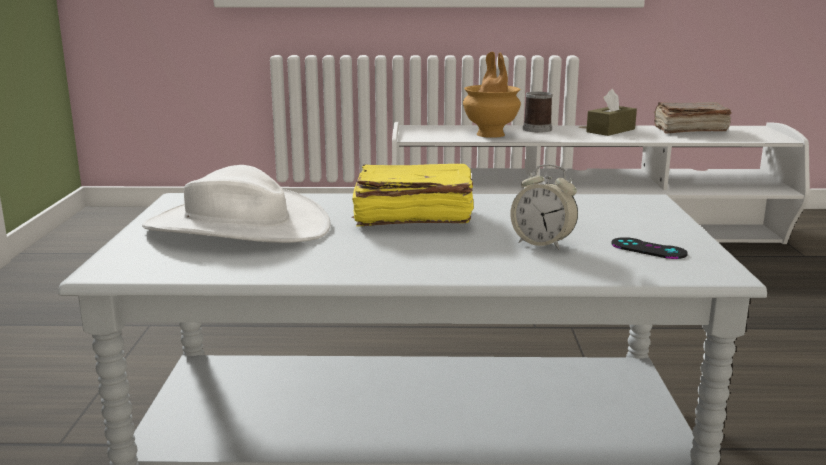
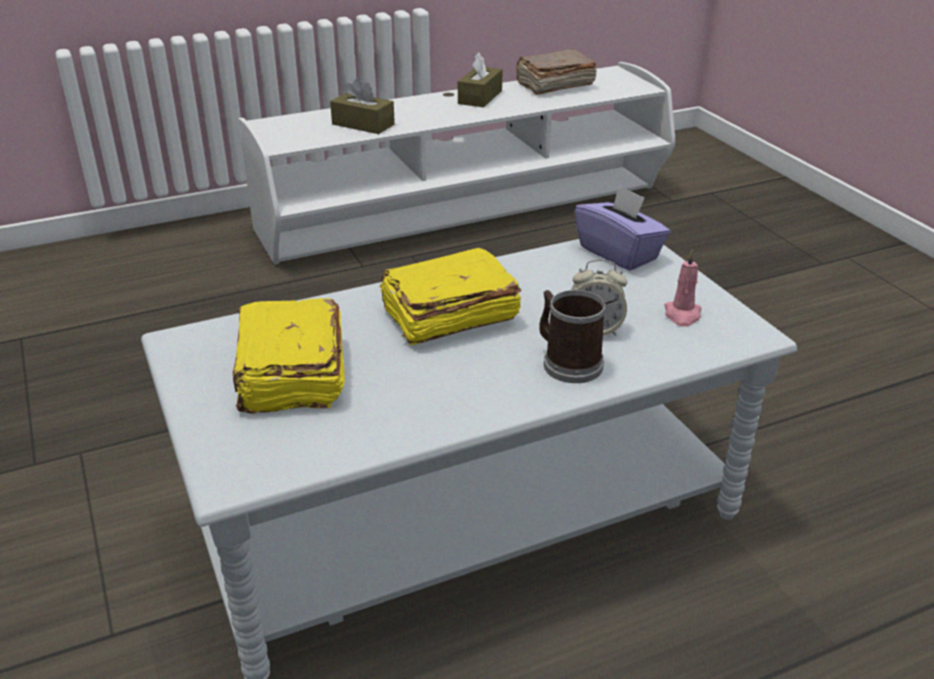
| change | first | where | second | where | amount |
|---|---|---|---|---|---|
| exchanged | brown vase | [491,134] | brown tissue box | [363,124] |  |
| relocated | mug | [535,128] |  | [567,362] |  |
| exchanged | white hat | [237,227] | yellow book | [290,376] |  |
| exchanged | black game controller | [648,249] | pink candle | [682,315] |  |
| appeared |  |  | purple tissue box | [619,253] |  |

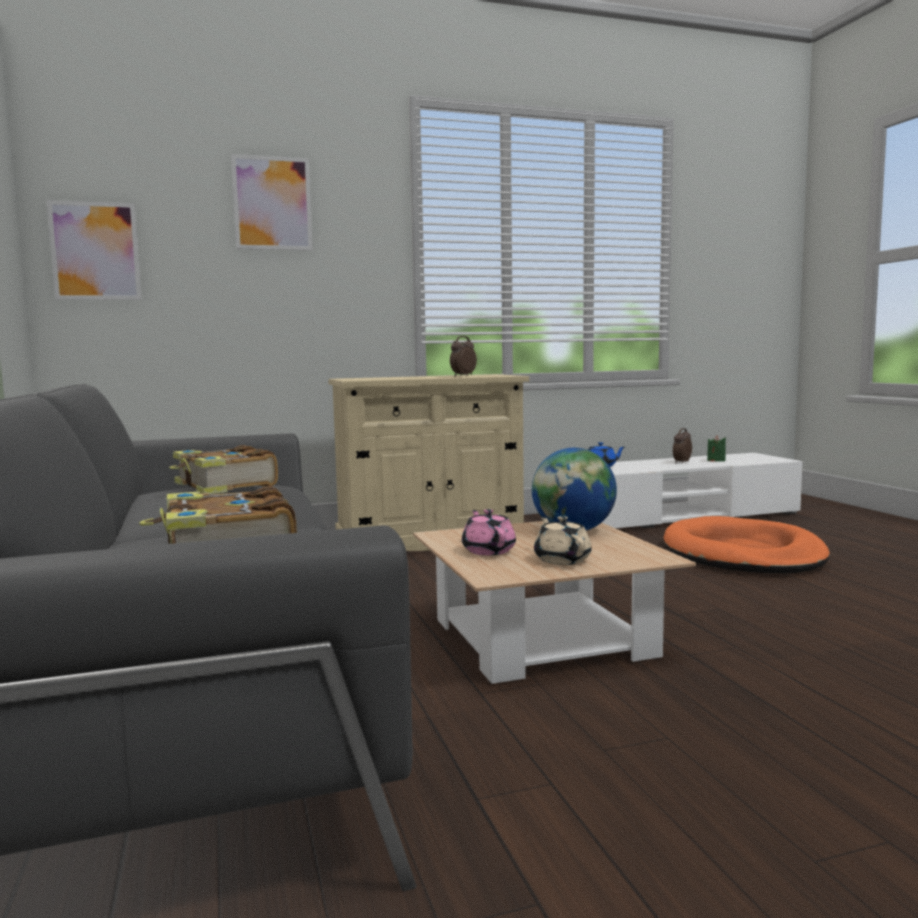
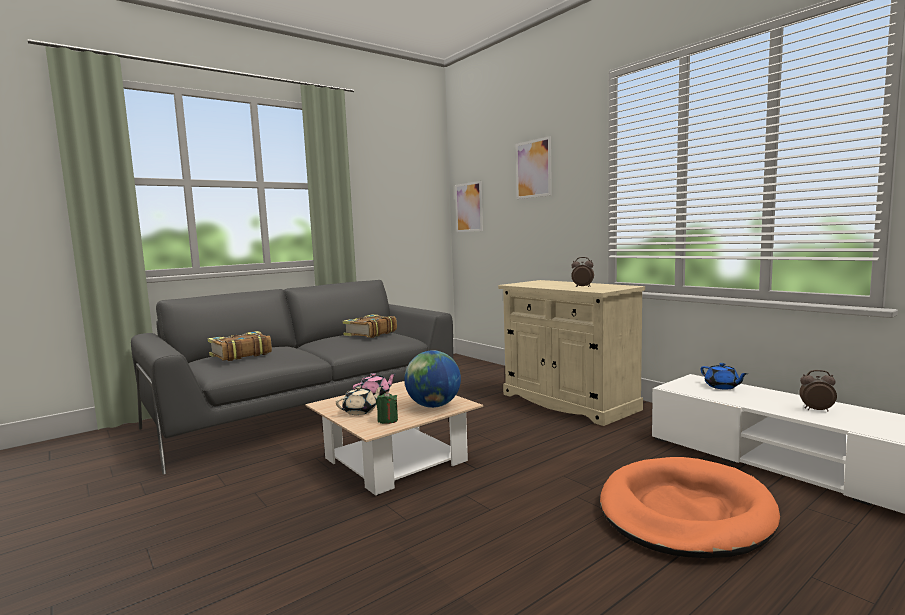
| change | first | where | second | where | amount |
|---|---|---|---|---|---|
| relocated | green candle | [716,460] |  | [387,420] |  |

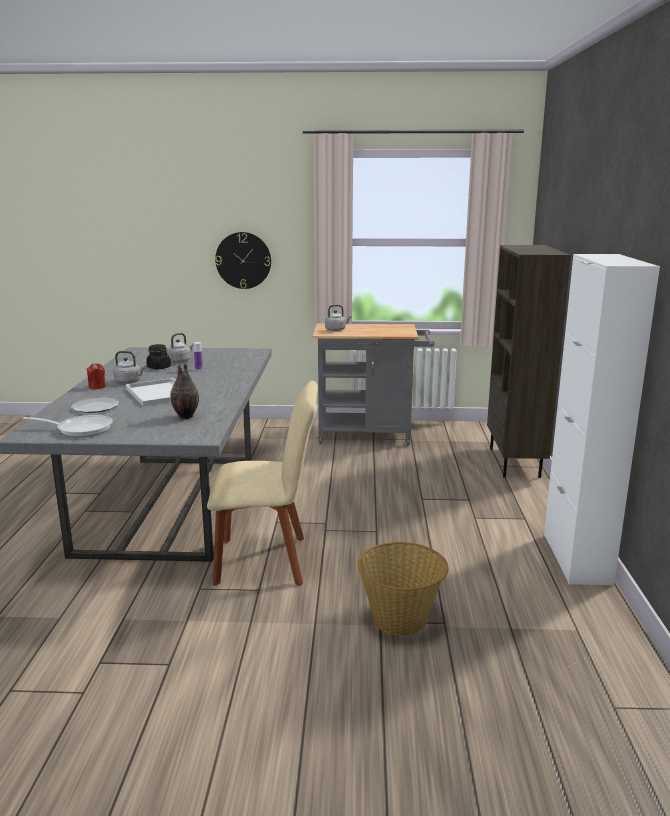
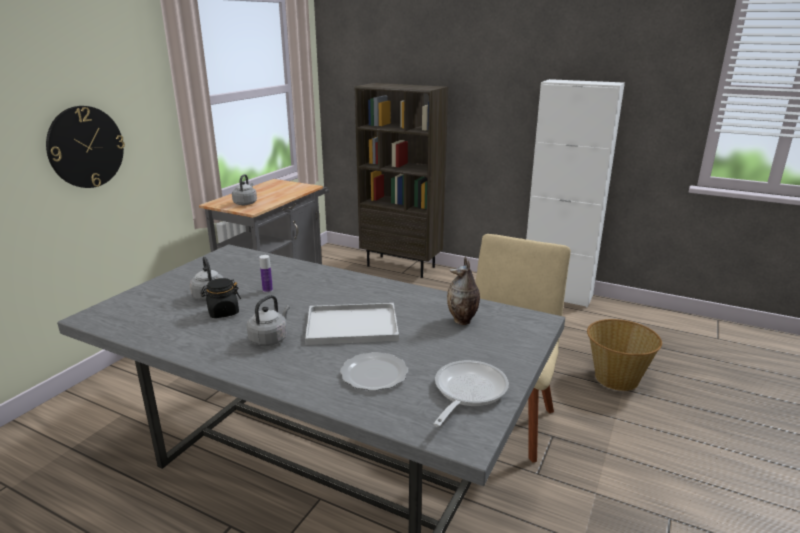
| change | first | where | second | where | amount |
|---|---|---|---|---|---|
| missing | red candle | [97,387] |  |  |  |

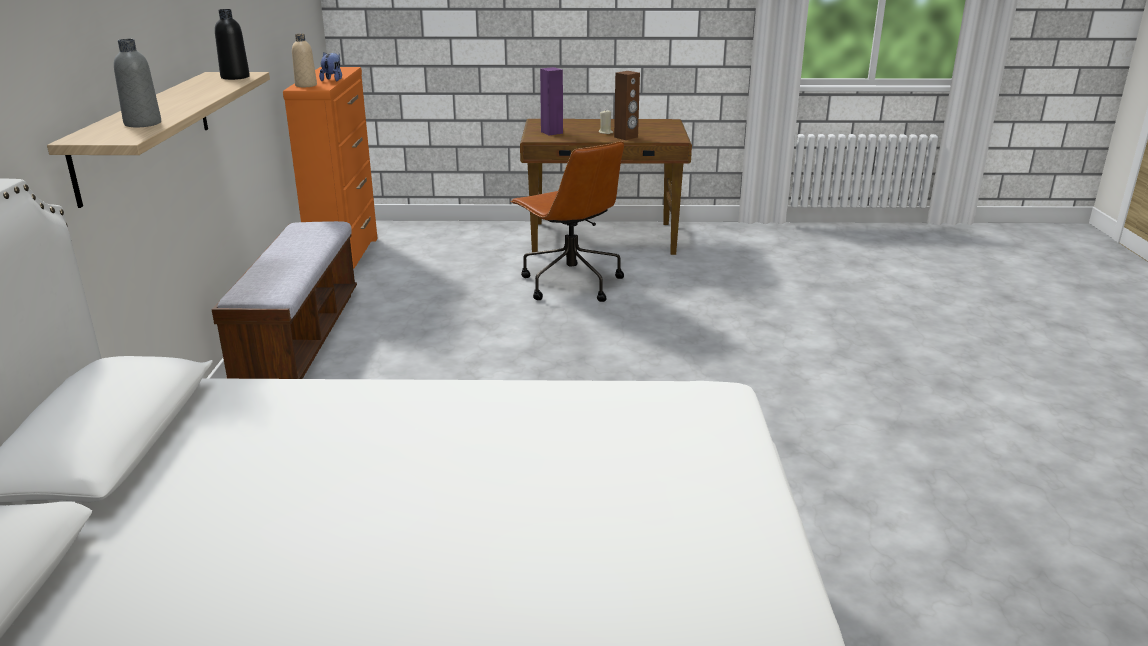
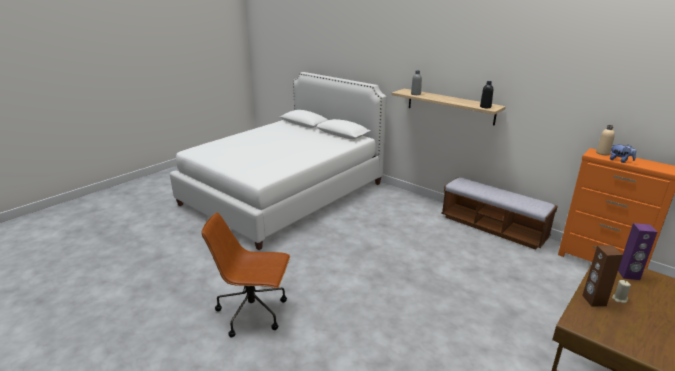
| change | first | where | second | where | amount |
|---|---|---|---|---|---|
| relocated | brown office chair | [570,283] |  | [253,312] |  |

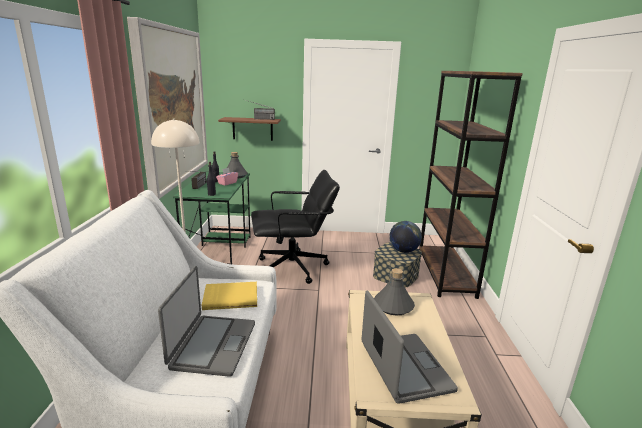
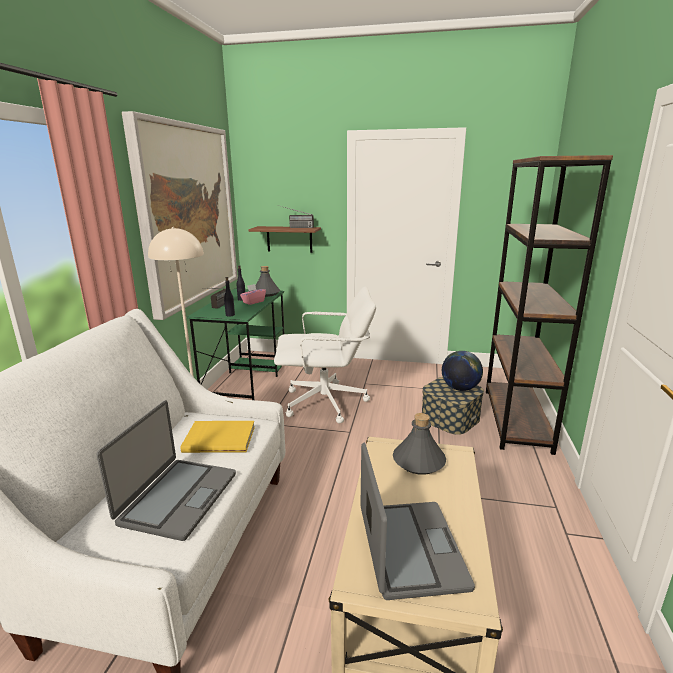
| change | first | where | second | where | amount |
|---|---|---|---|---|---|
| colour | black office chair | [293,268] | white office chair | [326,403] |  |

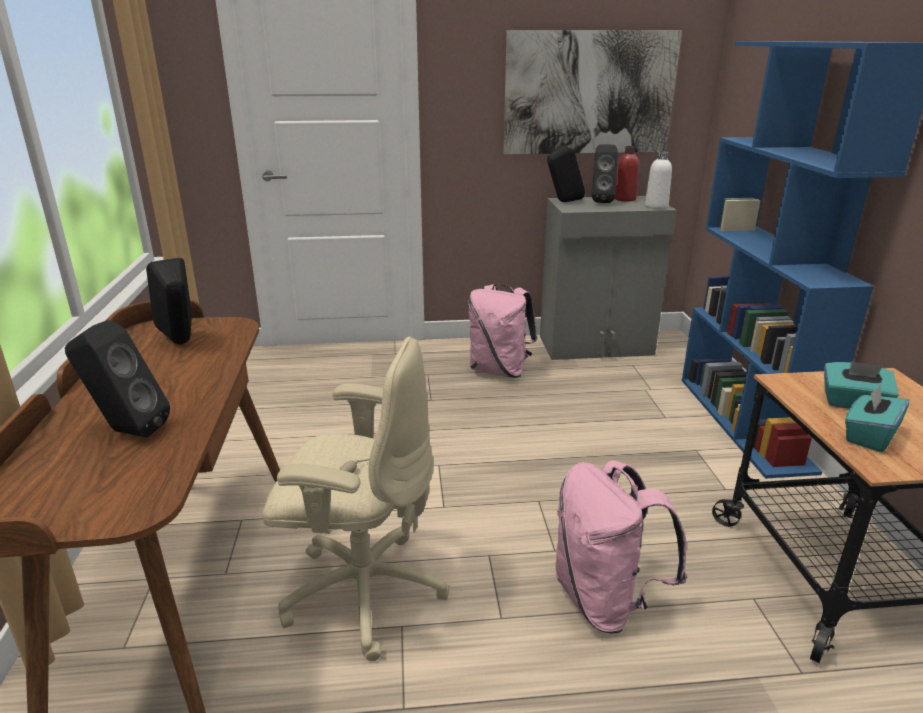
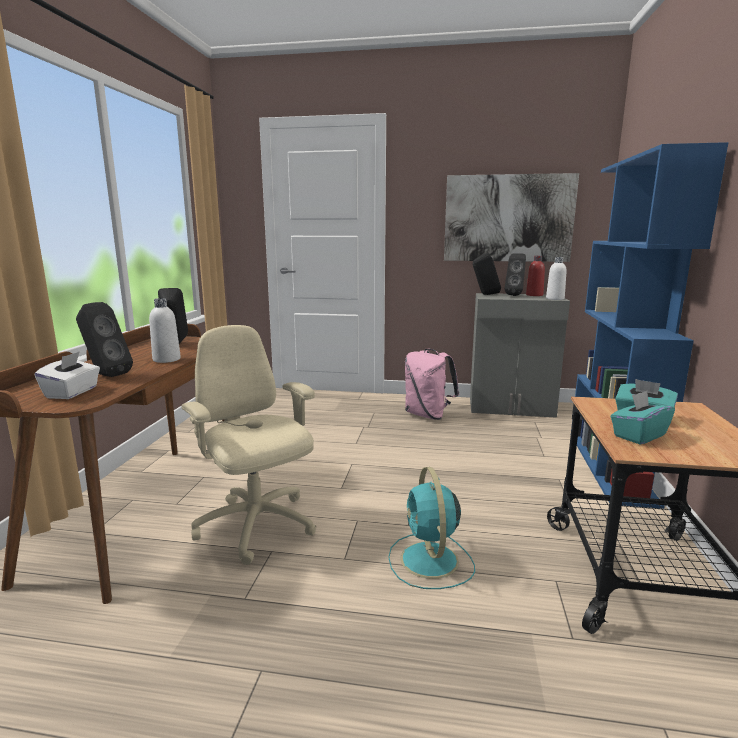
| change | first | where | second | where | amount |
|---|---|---|---|---|---|
| spun | beige office chair | [362,591] |  | [257,527] | 150 degrees counterclockwise |
| exchanged | pink backpack | [605,601] | turquoise fan | [430,561] |  |
| appeared |  |  | white bottle | [166,359] |  |
| appeared |  |  | white tissue box | [72,392] |  |

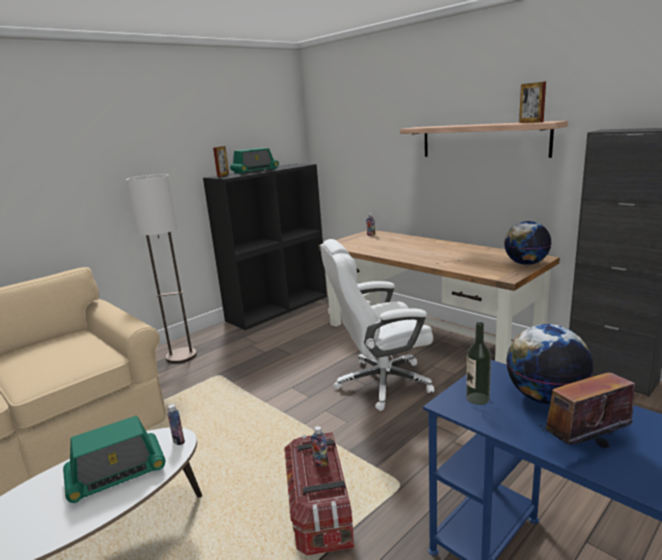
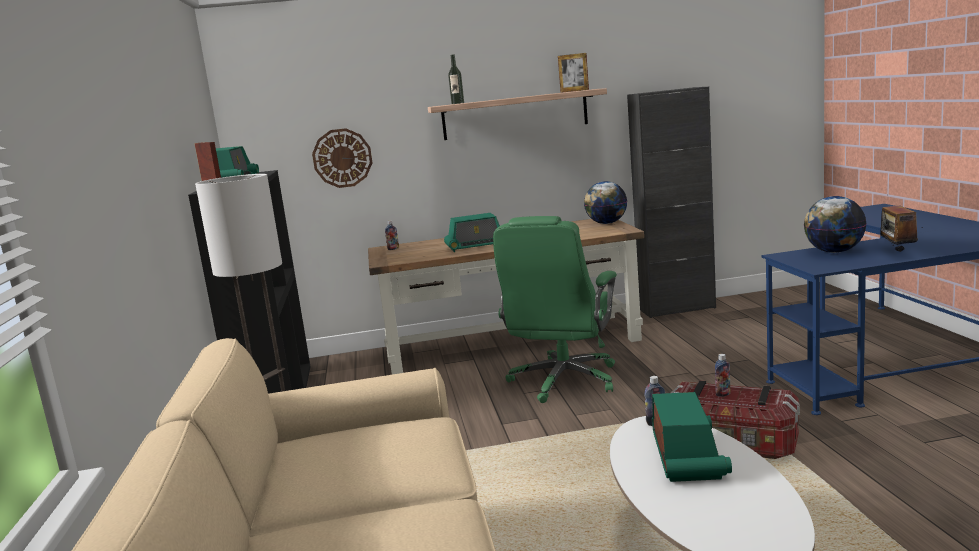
| change | first | where | second | where | amount |
|---|---|---|---|---|---|
| colour | white office chair | [381,383] | green office chair | [563,381] |  |
| relocated | bottle | [477,398] |  | [457,103] |  |
| appeared |  |  | wall clock | [342,158] |  |
| appeared |  |  | radio | [476,246] |  |

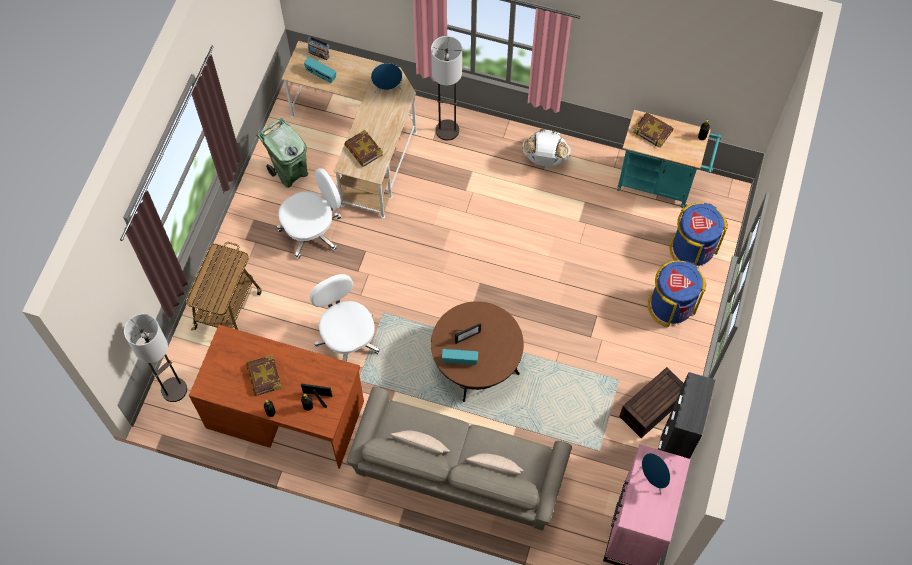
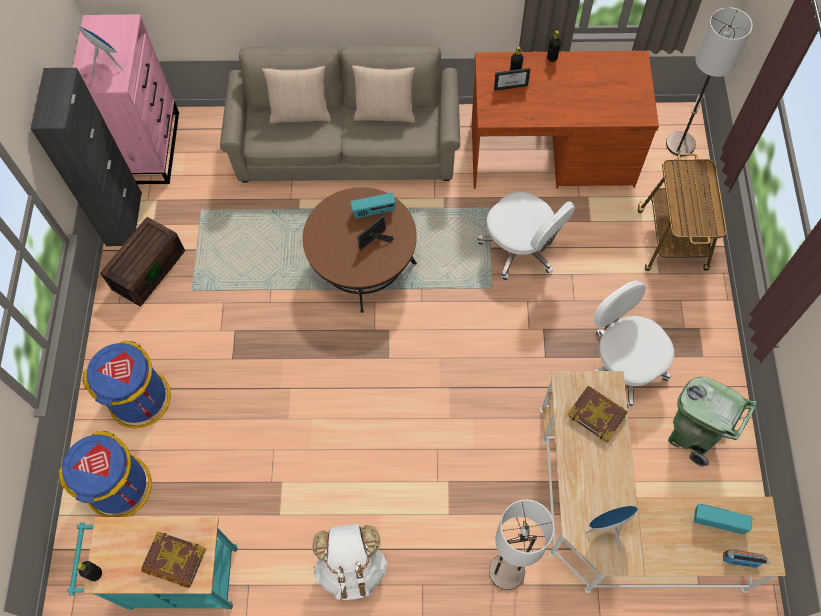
| change | first | where | second | where | amount |
|---|---|---|---|---|---|
| spun | white office chair | [312,230] |  | [623,364] | 105 degrees clockwise |
| missing | book | [264,376] |  |  |  |

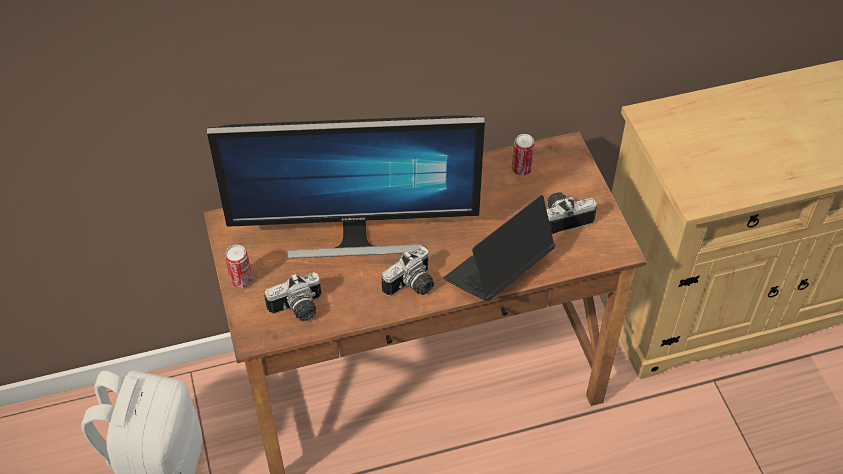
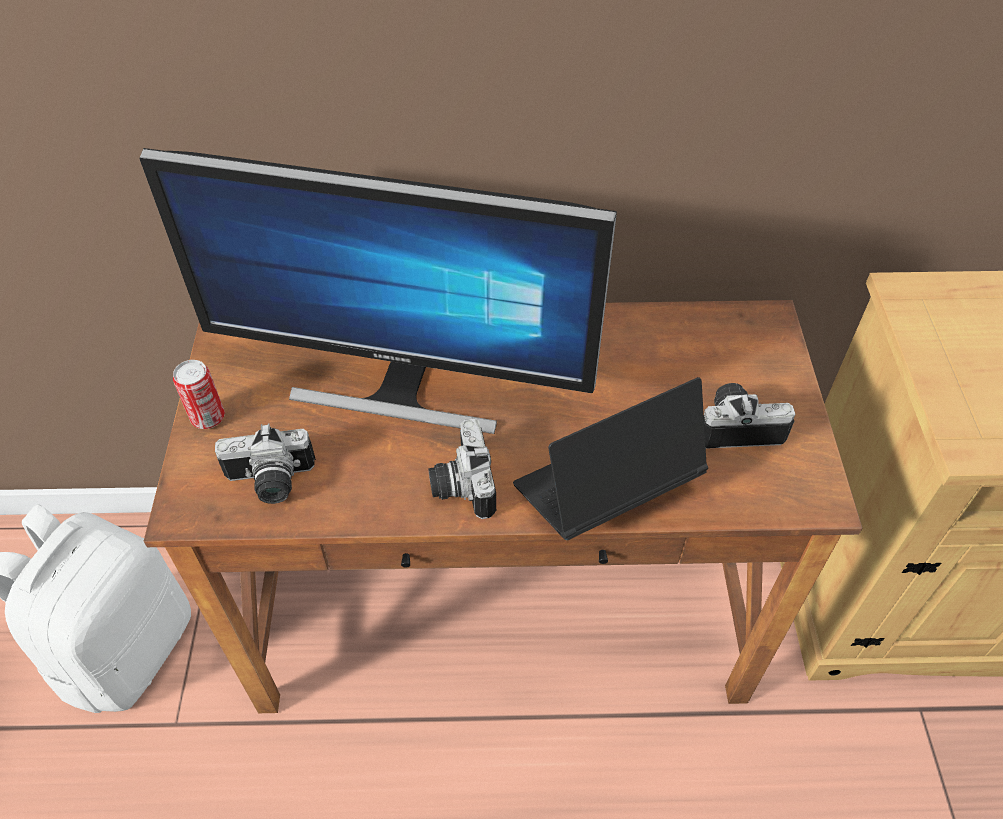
| change | first | where | second | where | amount |
|---|---|---|---|---|---|
| missing | can | [521,169] |  |  |  |
| spun | photo camera | [412,286] |  | [460,484] | 105 degrees clockwise |

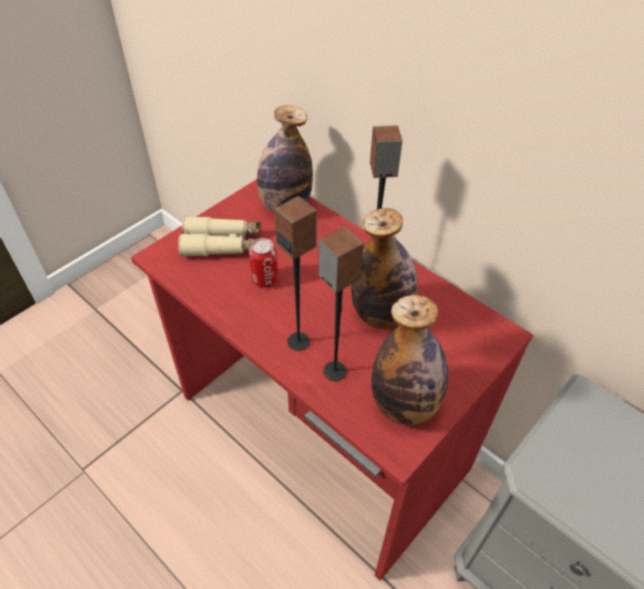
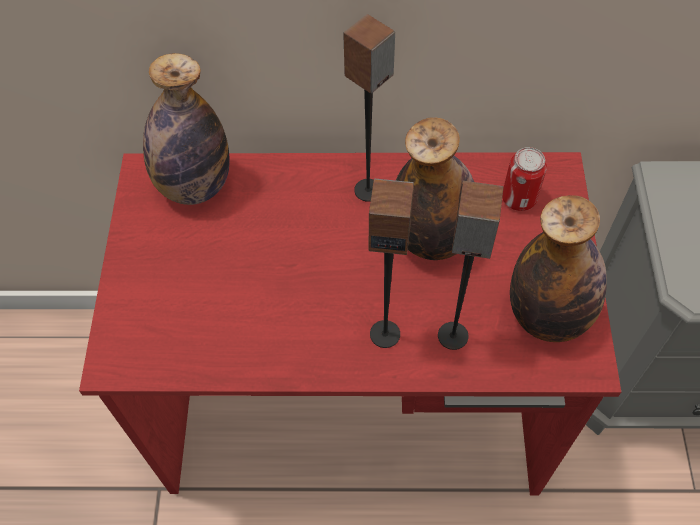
| change | first | where | second | where | amount |
|---|---|---|---|---|---|
| missing | beige binoculars | [222,244] |  |  |  |
| relocated | can | [265,279] |  | [519,198] |  |

